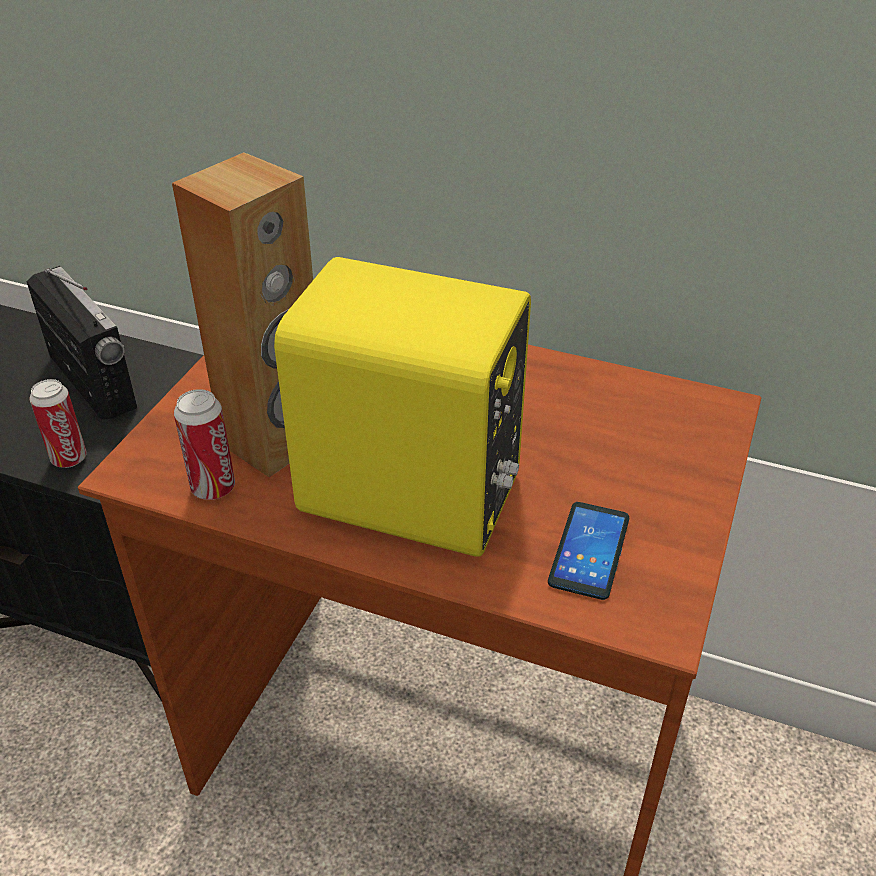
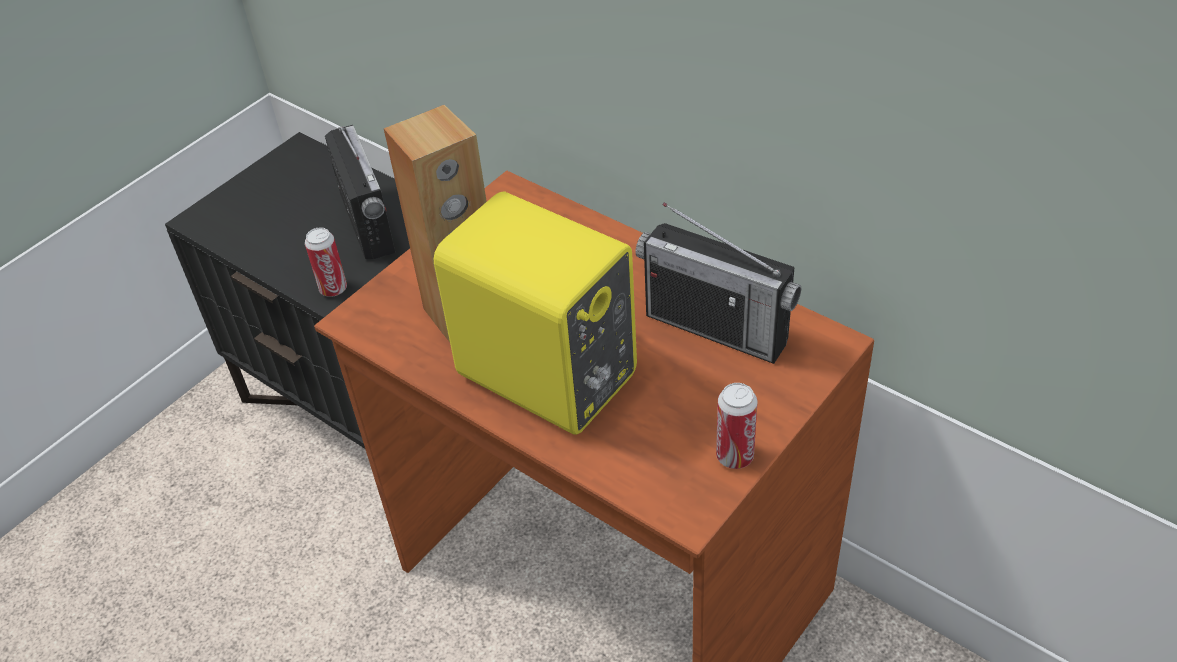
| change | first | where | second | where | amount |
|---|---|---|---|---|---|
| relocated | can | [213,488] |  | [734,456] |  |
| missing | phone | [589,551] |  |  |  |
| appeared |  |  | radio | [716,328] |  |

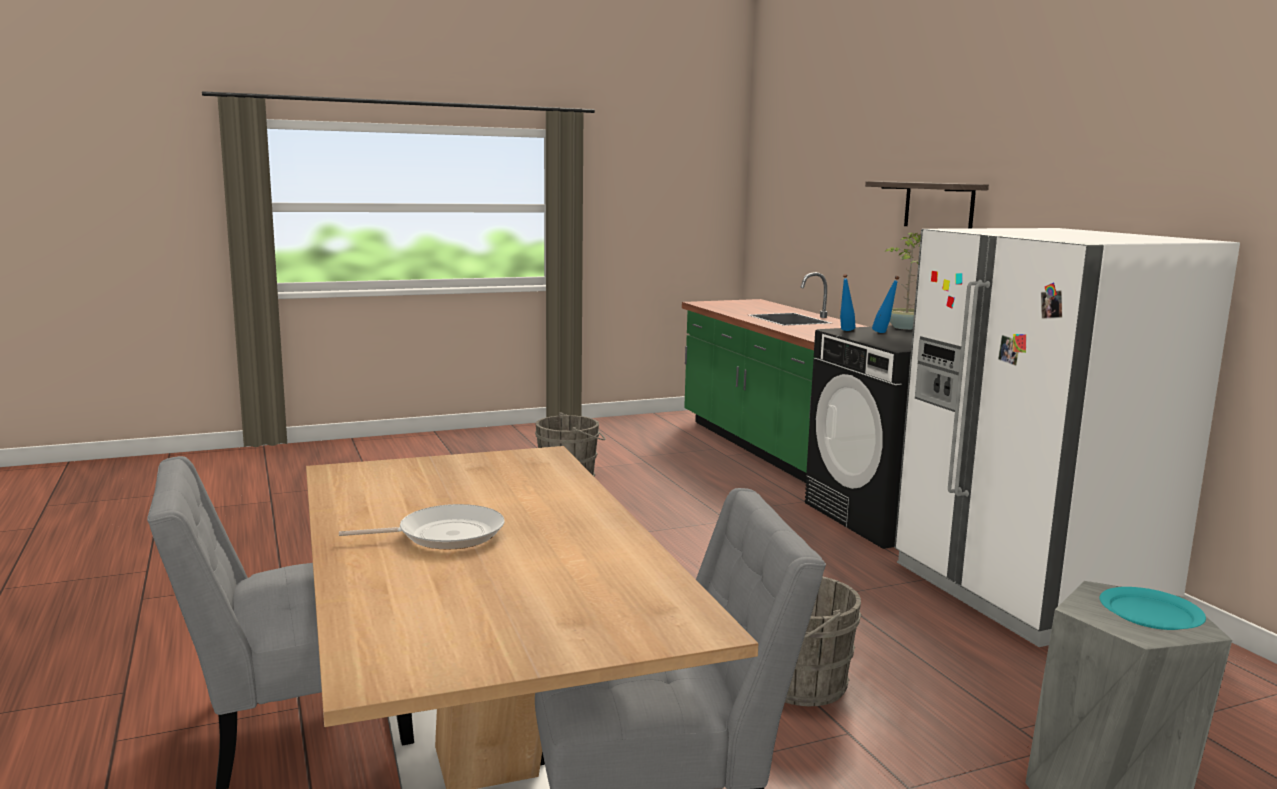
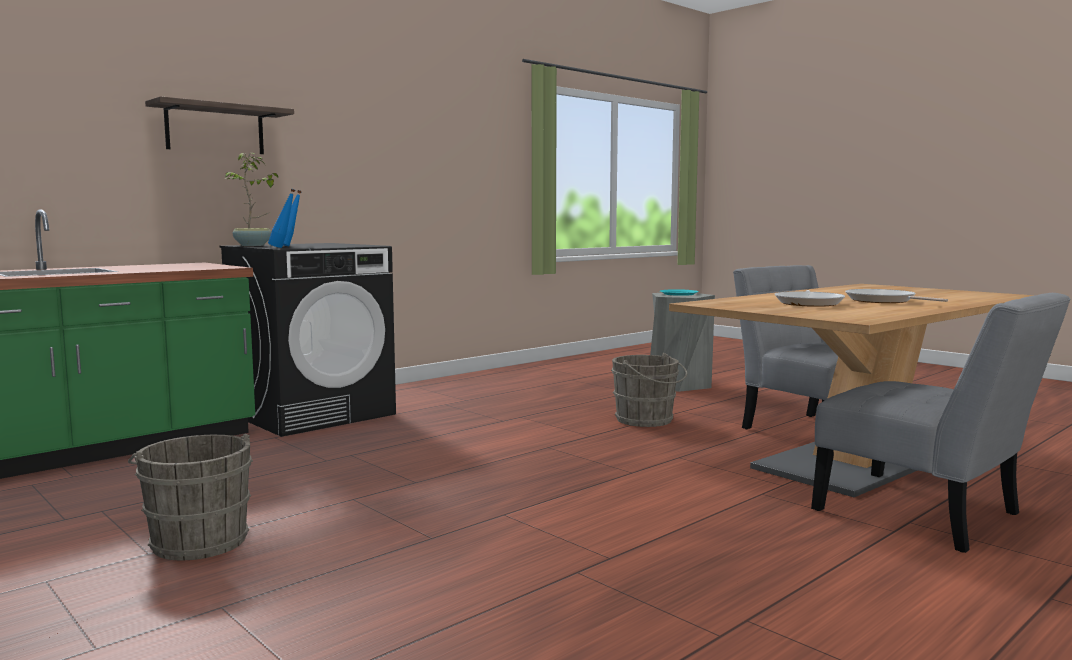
| change | first | where | second | where | amount |
|---|---|---|---|---|---|
| missing | white fridge | [1027,591] |  |  |  |
| appeared |  |  | frying pan | [809,303] |  |

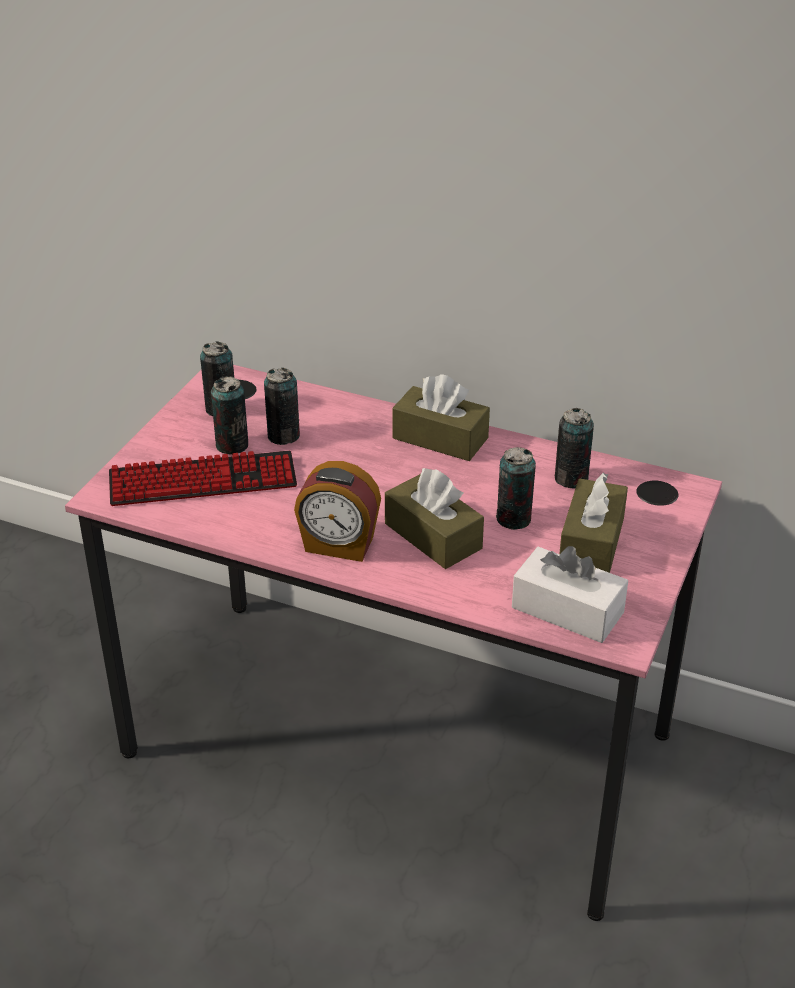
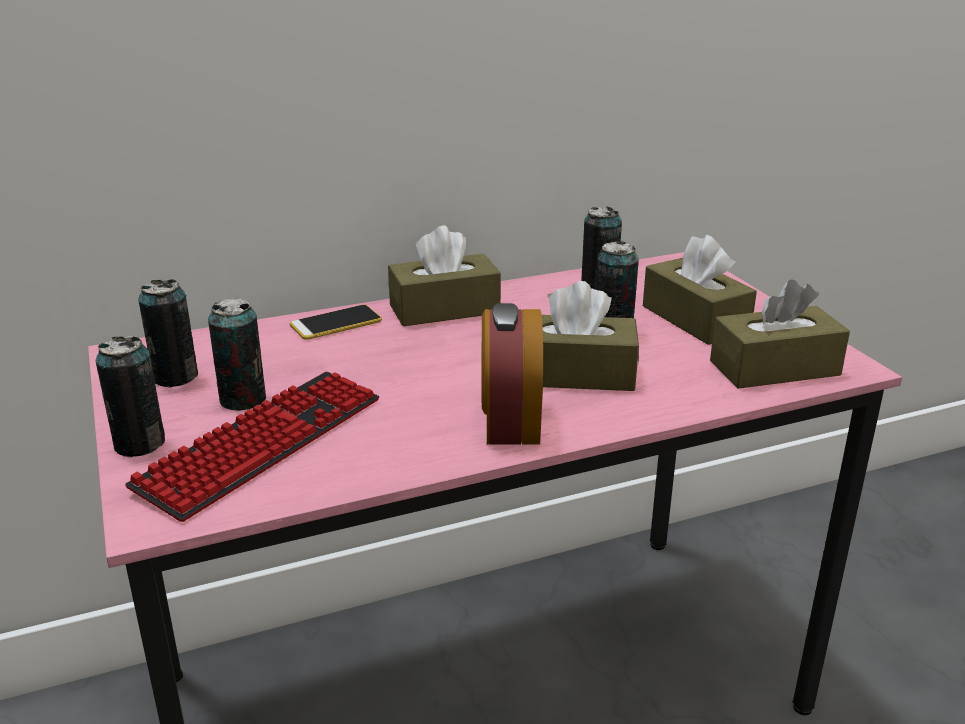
| change | first | where | second | where | amount |
|---|---|---|---|---|---|
| relocated | can | [283,436] |  | [139,444] |  |
| spun | alarm clock | [338,545] |  | [509,423] | 120 degrees clockwise |
| colour | white tissue box | [567,610] | brown tissue box | [774,368] |  |
| appeared |  |  | phone | [336,323] |  |

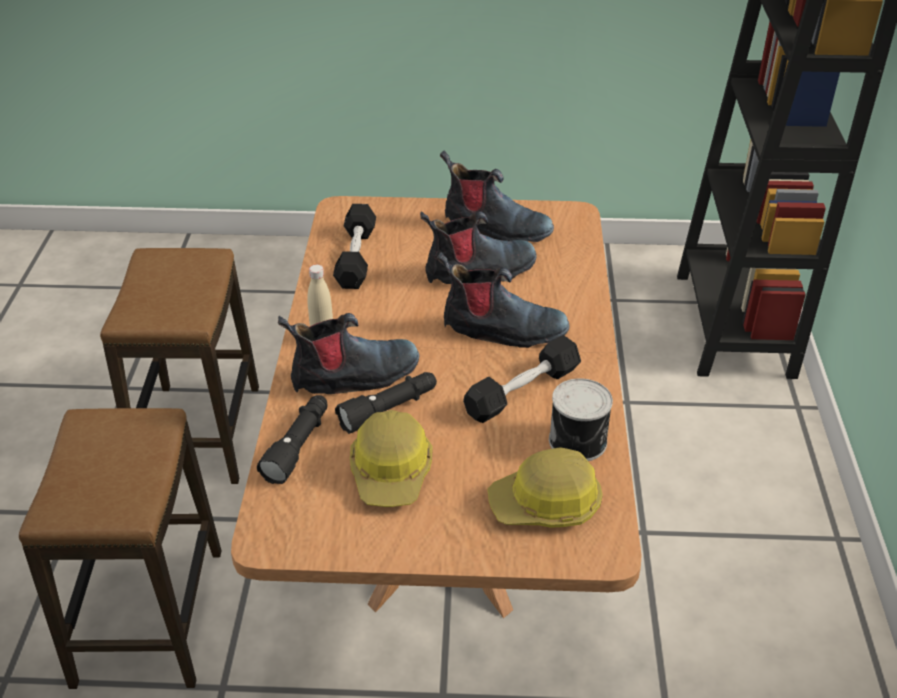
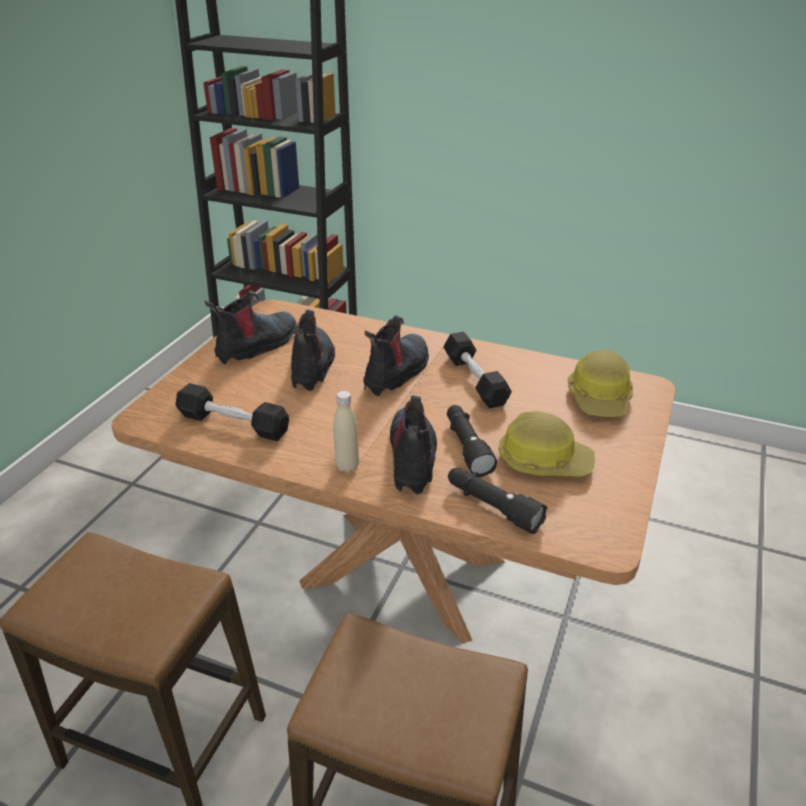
| change | first | where | second | where | amount |
|---|---|---|---|---|---|
| missing | can | [579,441] |  |  |  |

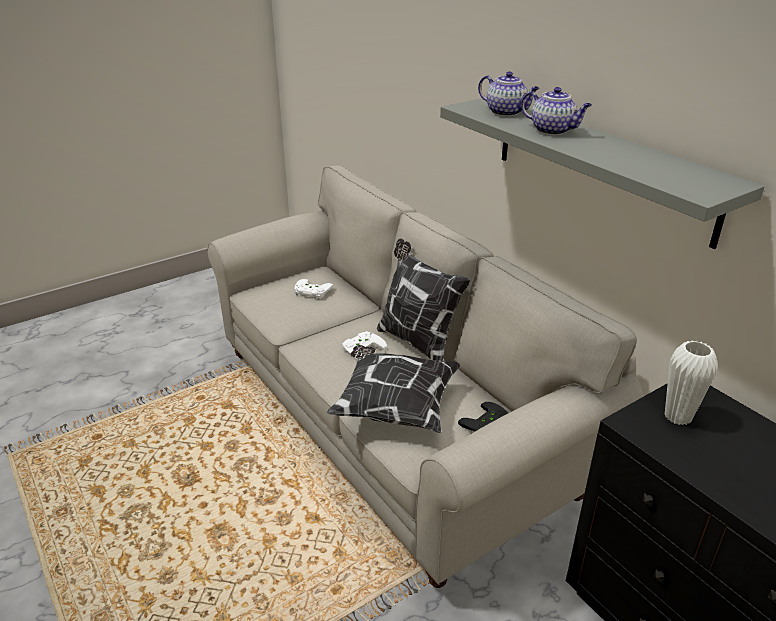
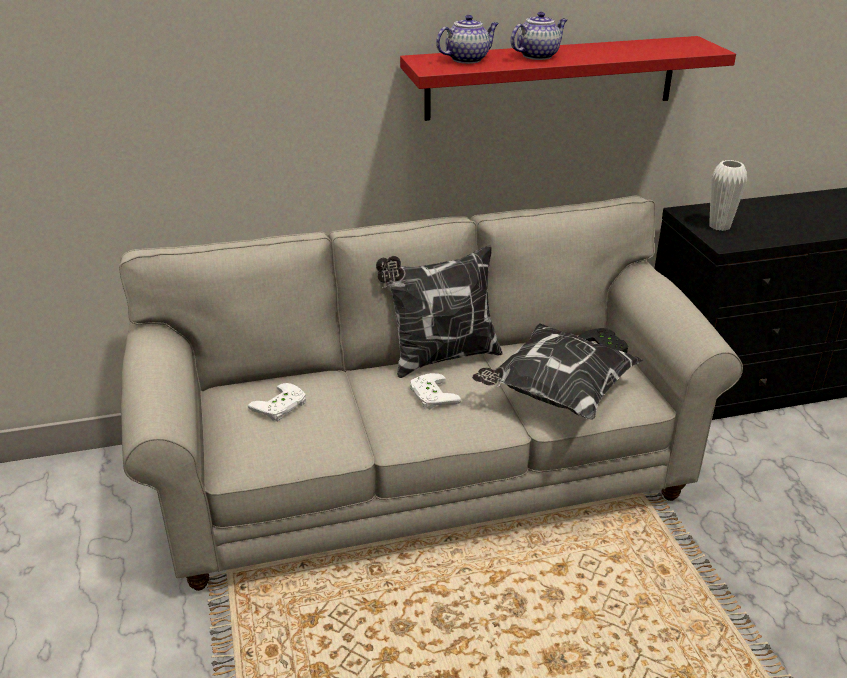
| change | first | where | second | where | amount |
|---|---|---|---|---|---|
| colour | grey shelf | [600,166] | red shelf | [552,78] |  |

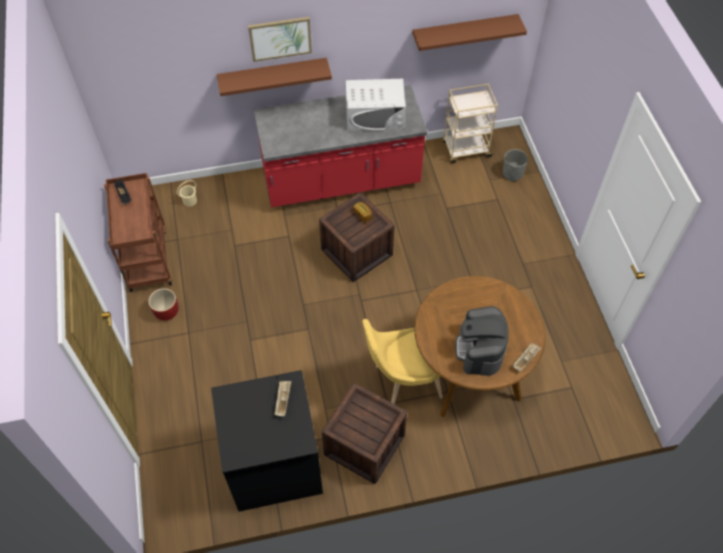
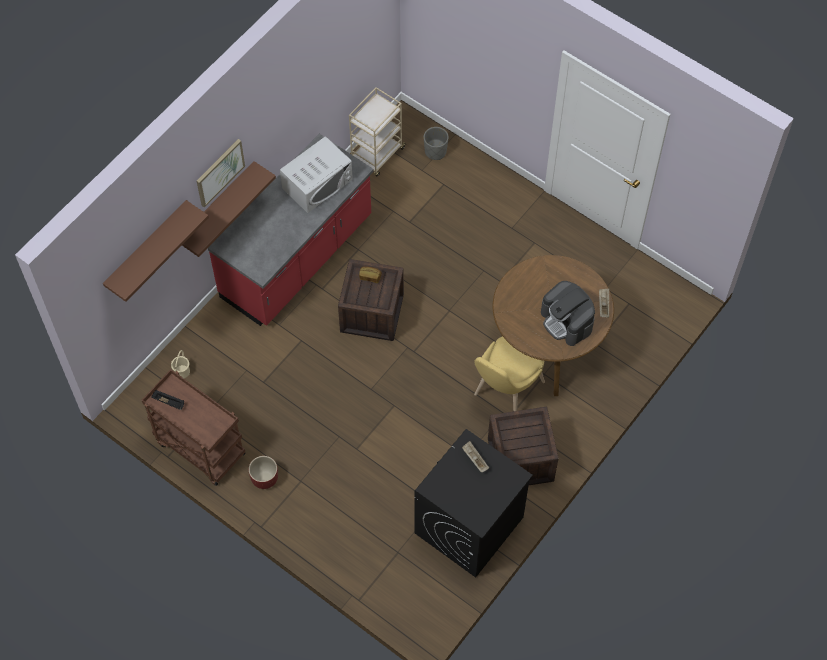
| change | first | where | second | where | amount |
|---|---|---|---|---|---|
| relocated | brown shelf | [464,32] |  | [147,248] |  |

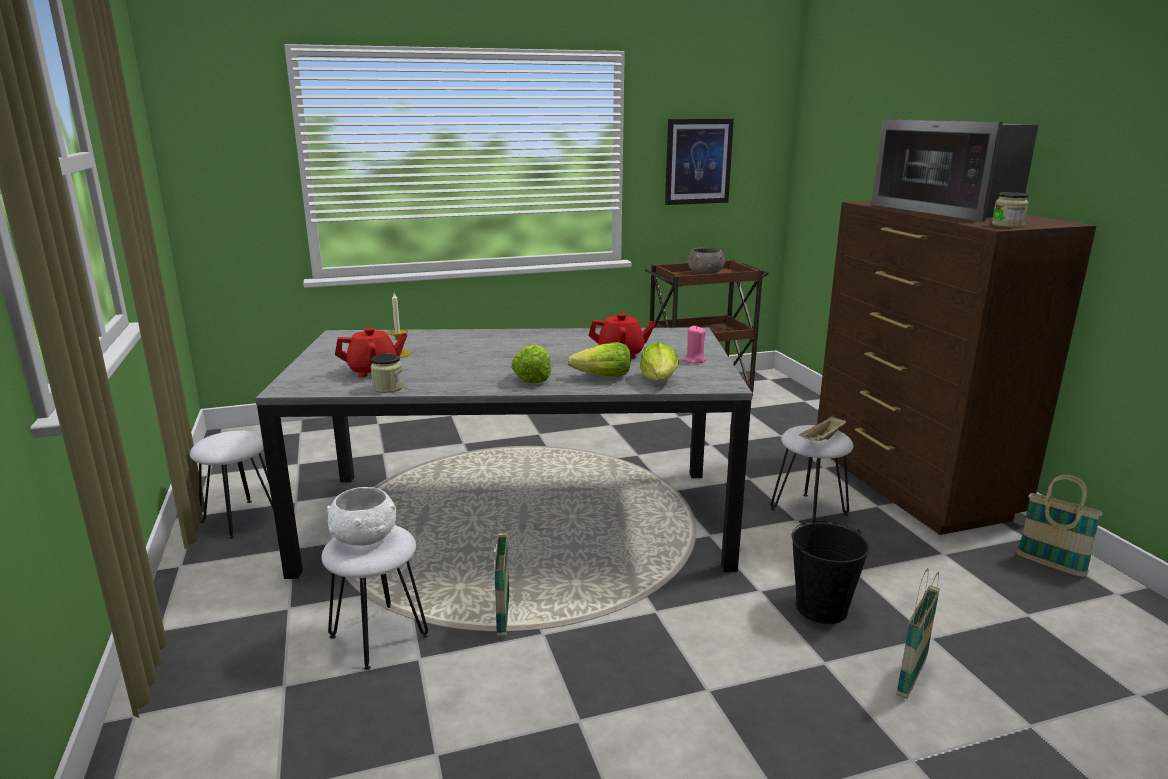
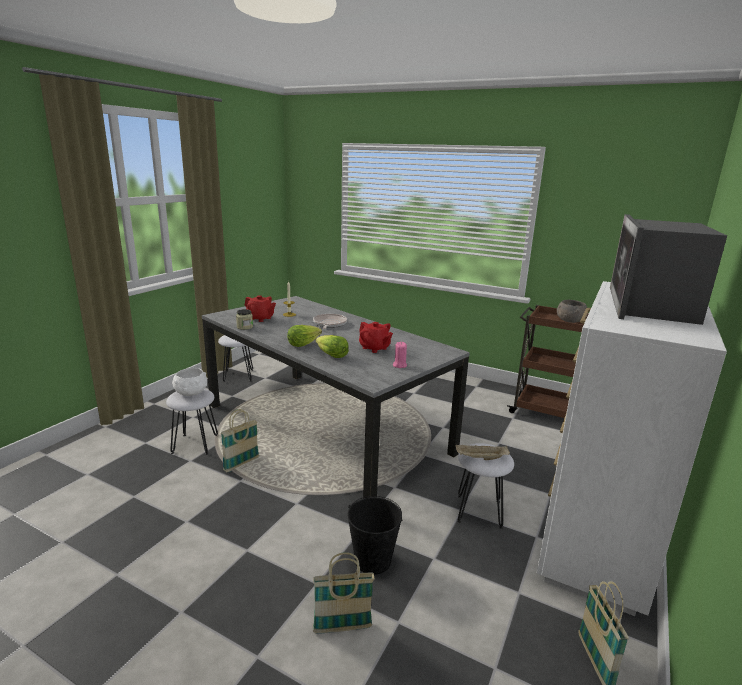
| change | first | where | second | where | amount |
|---|---|---|---|---|---|
| missing | picture | [698,161] |  |  |  |
| missing | jar | [1007,225] |  |  |  |
| colour | brown dresser | [910,486] | white dresser | [594,541] |  |
| missing | lettuce | [659,380] |  |  |  |
| appeared |  |  | frying pan | [329,324] |  |

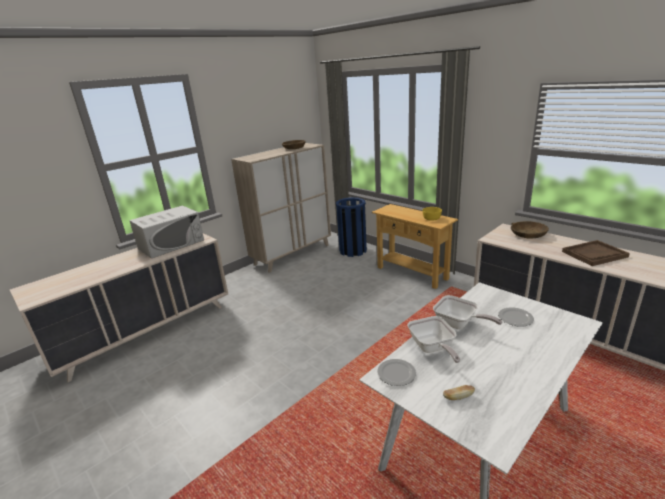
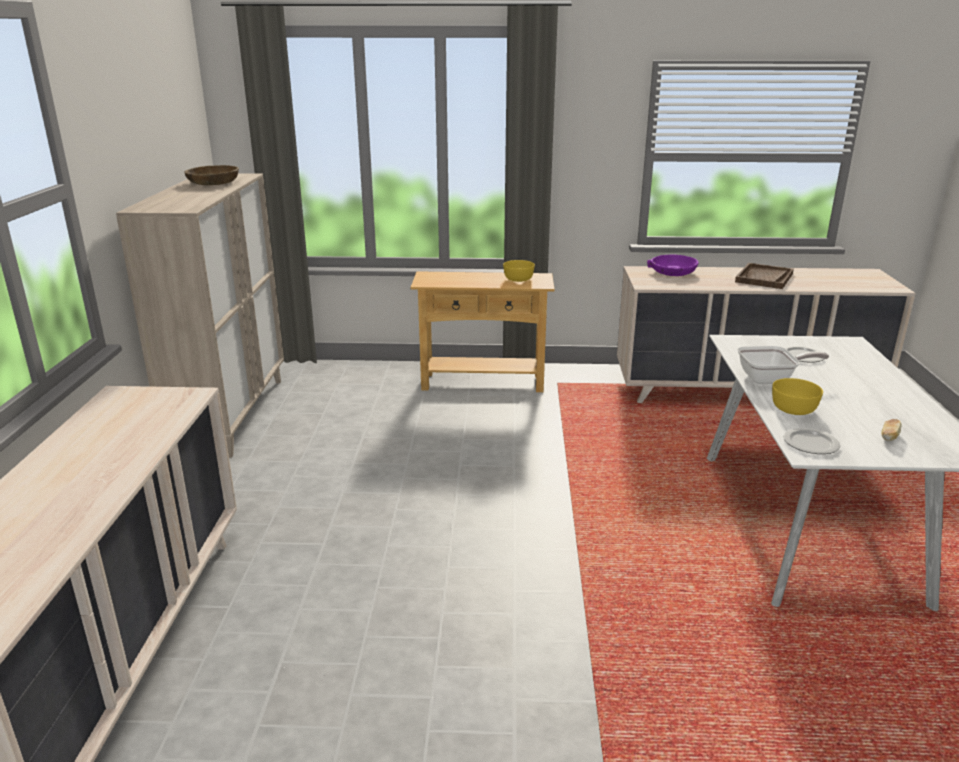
| change | first | where | second | where | amount |
|---|---|---|---|---|---|
| missing | blue trash can | [353,250] |  |  |  |
| missing | white microwave | [171,244] |  |  |  |
| colour | brown bowl | [527,234] | purple bowl | [673,272] |  |
| exchanged | frying pan | [432,349] | yellow bowl | [794,409] |  |

